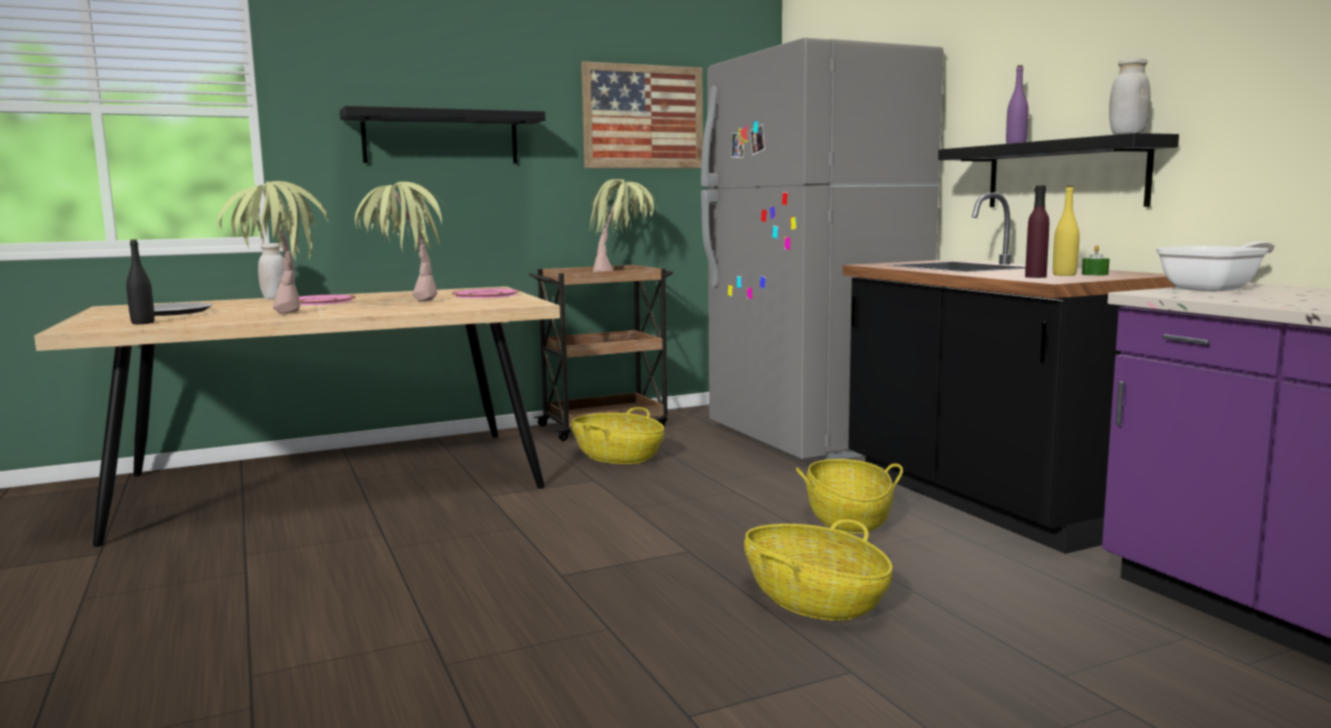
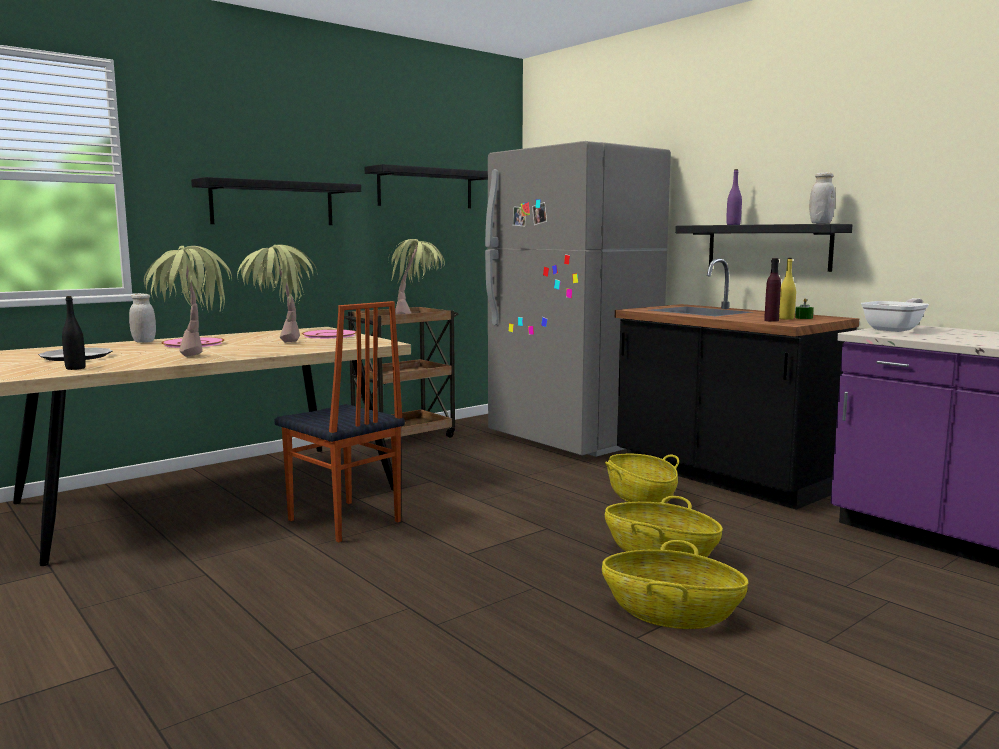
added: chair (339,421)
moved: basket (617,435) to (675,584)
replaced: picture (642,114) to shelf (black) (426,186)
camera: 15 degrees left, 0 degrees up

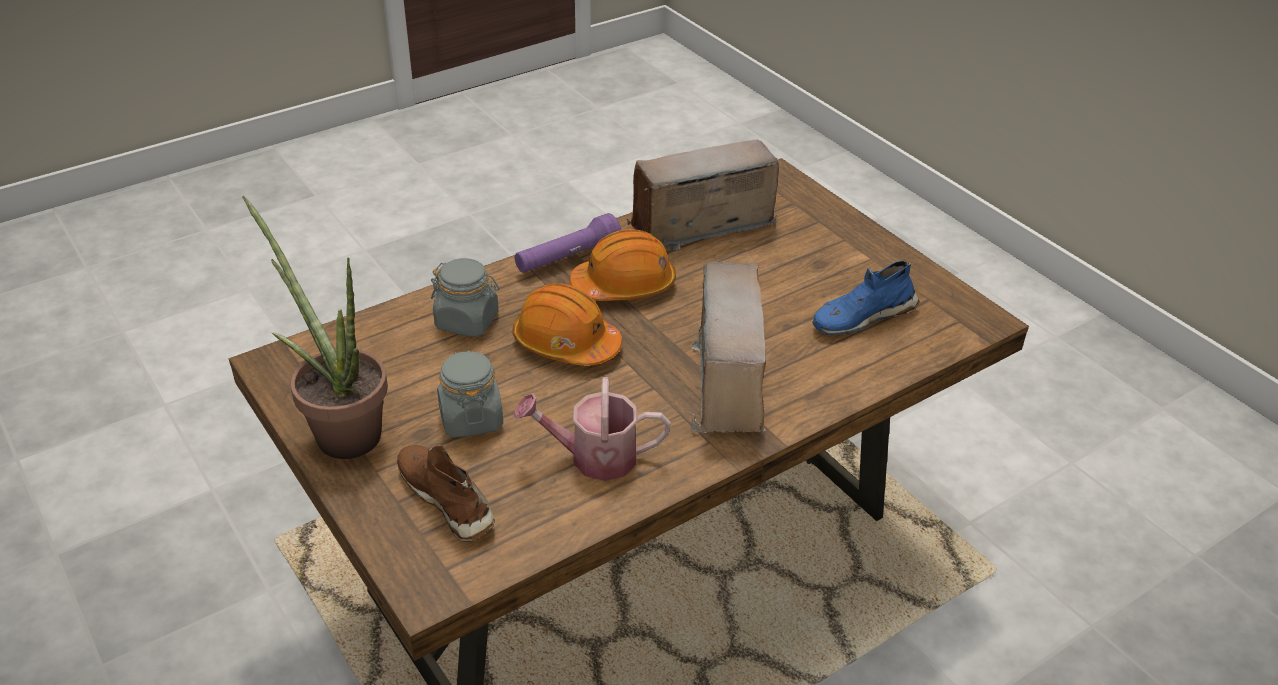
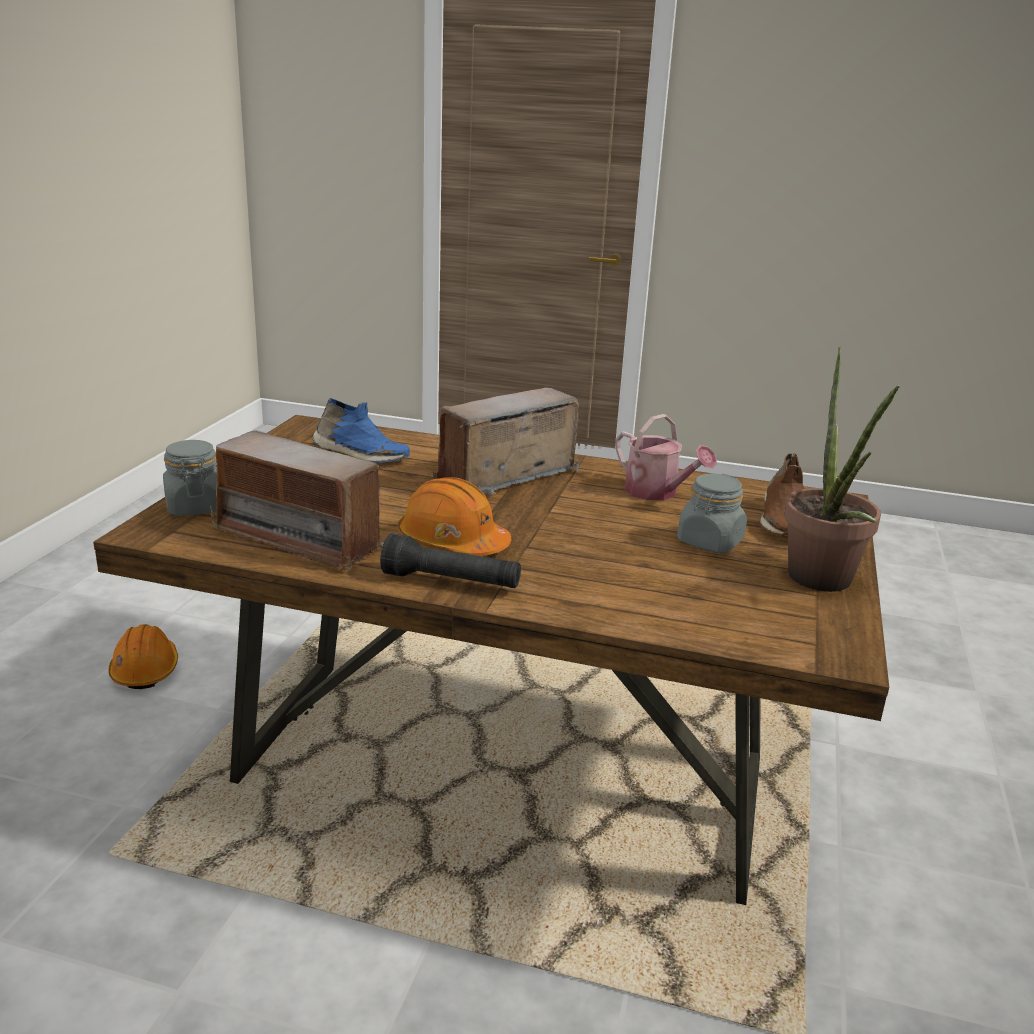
moved: hard hat (orange) (567,324) to (143,656); jar (grey) (465,297) to (190,478)
recoloured: flashlight (purple) (568,243) to flashlight (black) (450,560)
camera: 130 degrees left, 15 degrees down

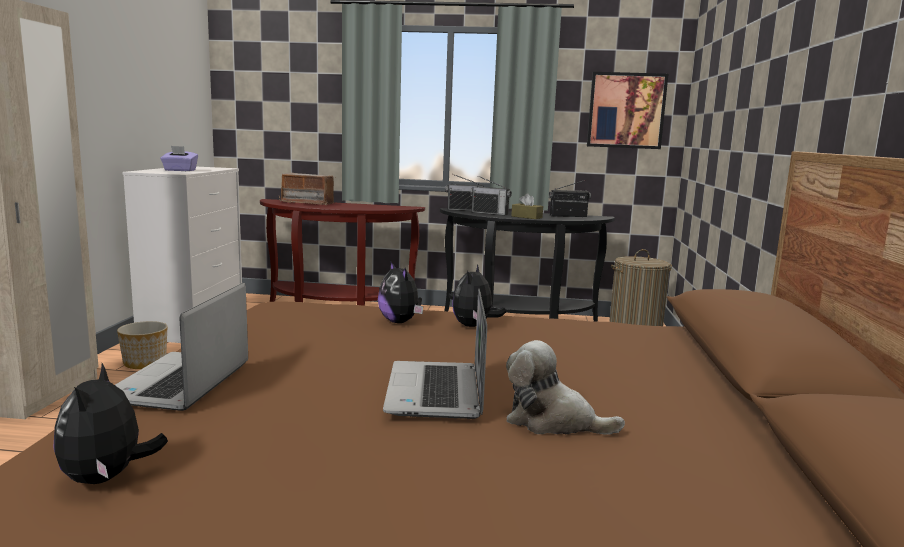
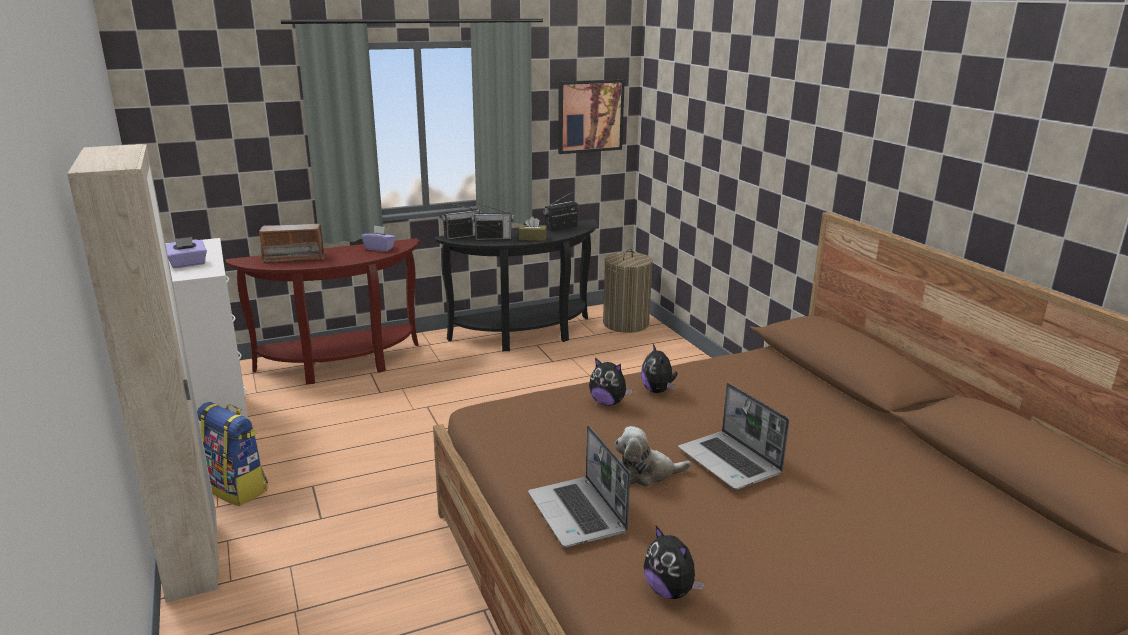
added: tissue box (purple) (378,239)
moved: plush toy (565,387) to (652,456)
replaced: planter (142,345) to backpack (232,454)
camera: 30 degrees left, 10 degrees up

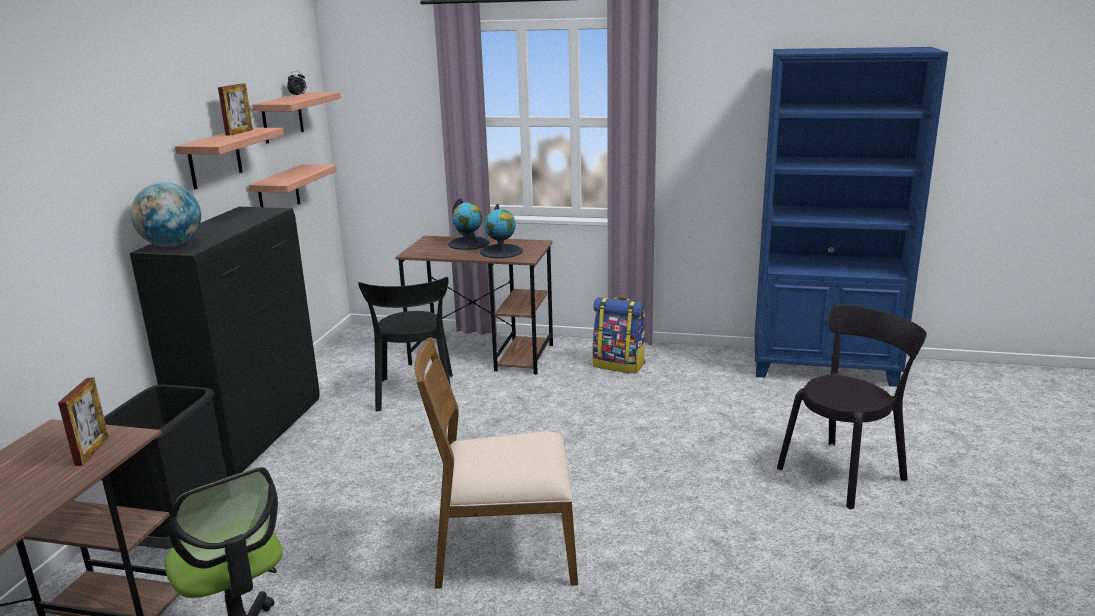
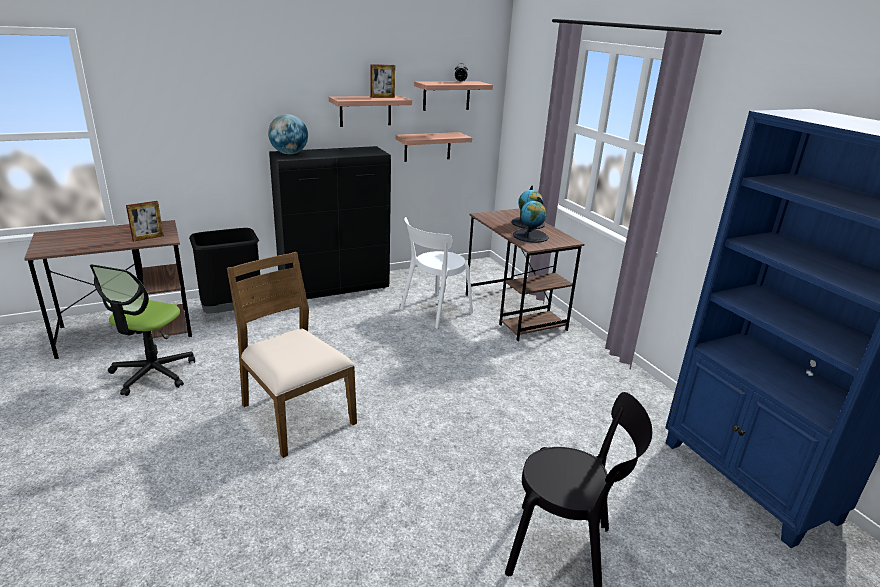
removed: backpack (619,335)
recoloured: chair (black) (405,344) to chair (white) (436,273)
camera: 50 degrees right, 5 degrees up

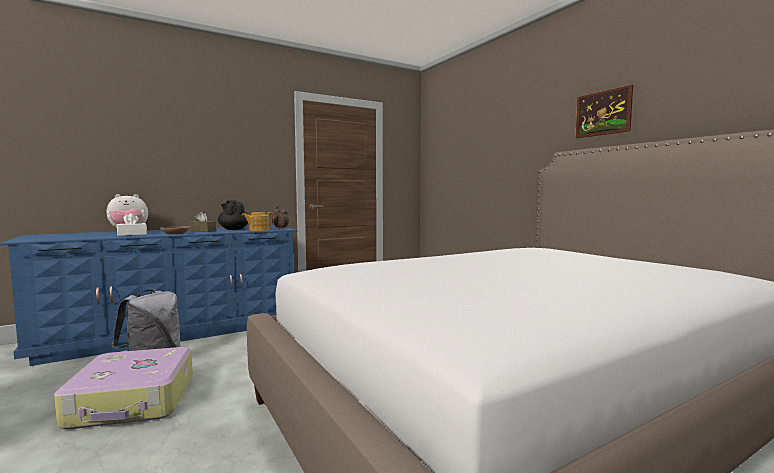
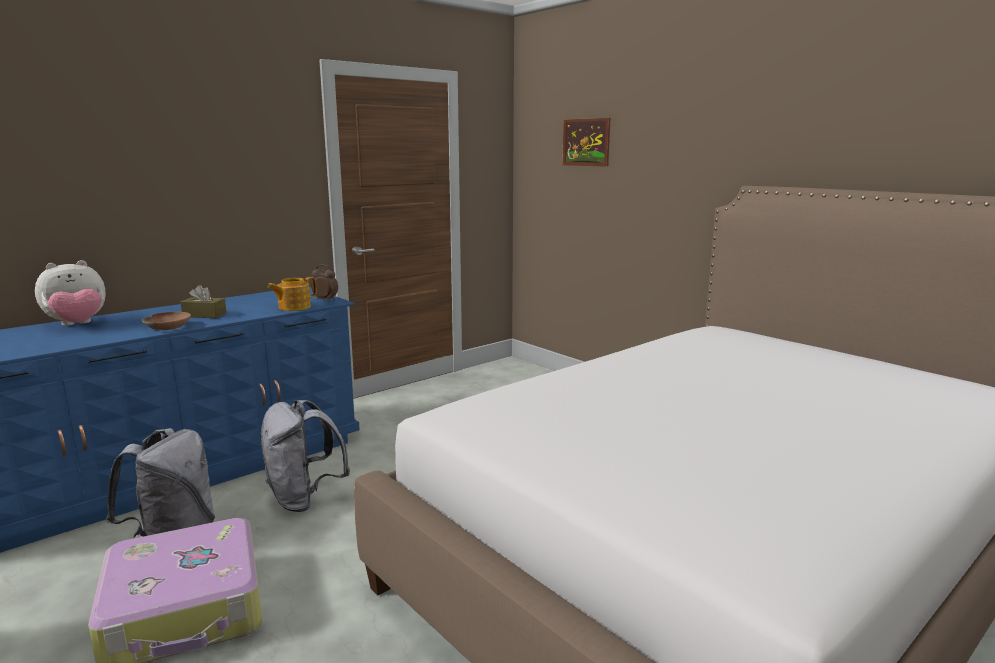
removed: tissue box (white) (132,224); teapot (black) (233,215)
added: backpack (grey) (305,456)
moved: picture (604,111) to (586,142)
camera: 10 degrees left, 10 degrees up

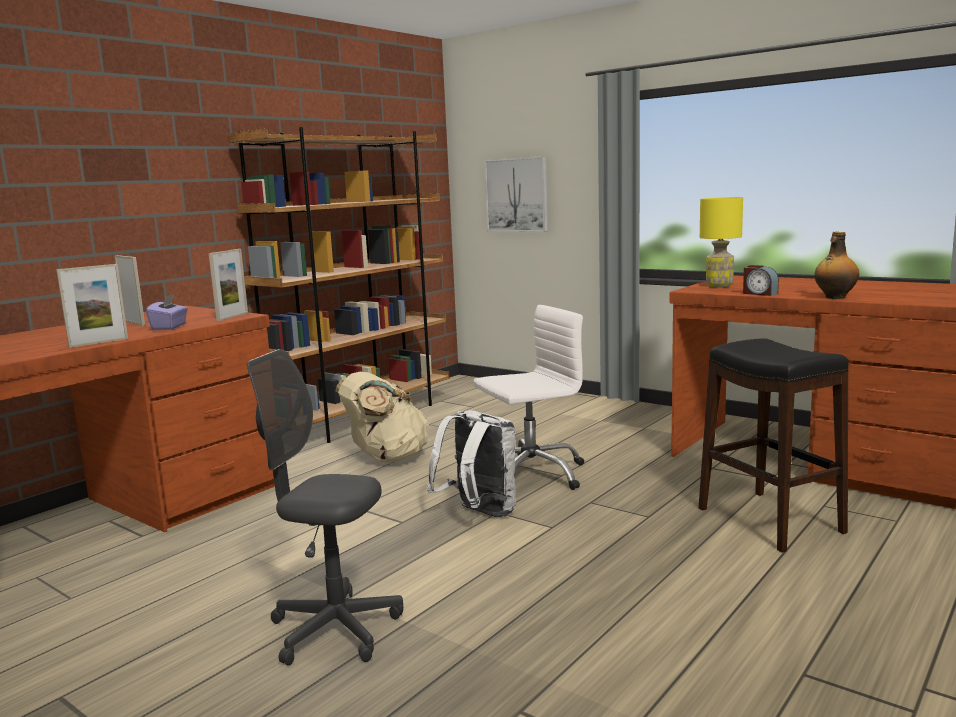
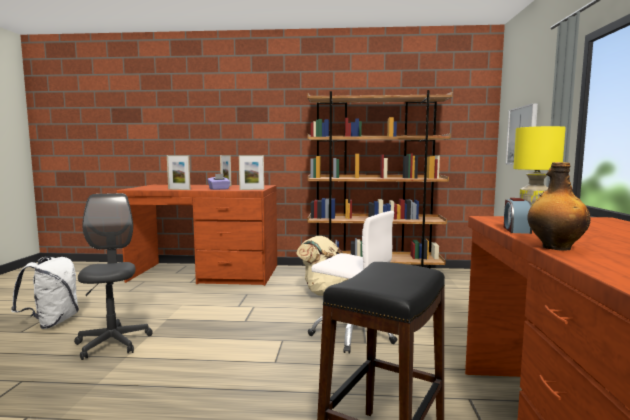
moved: backpack (white) (471,464) to (45,292)
camera: 55 degrees right, 5 degrees down

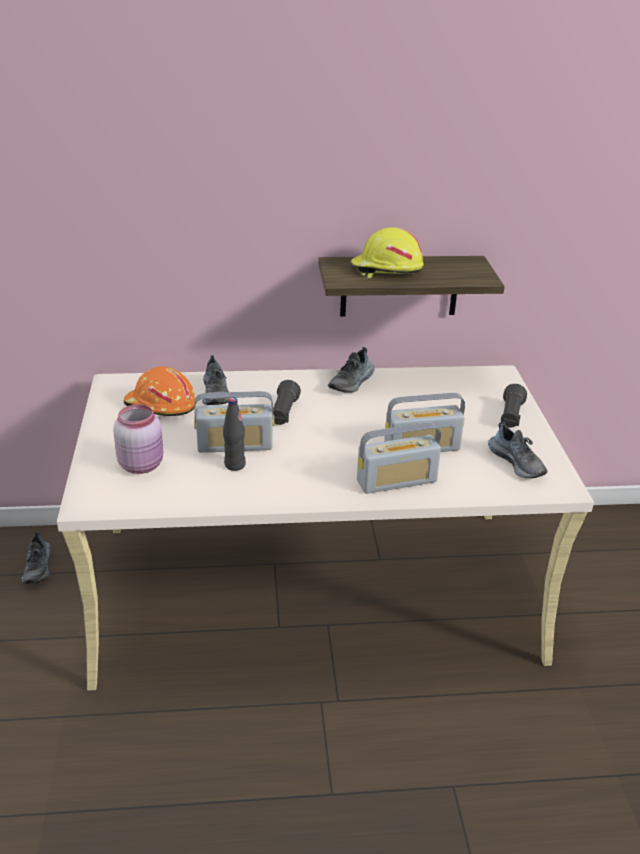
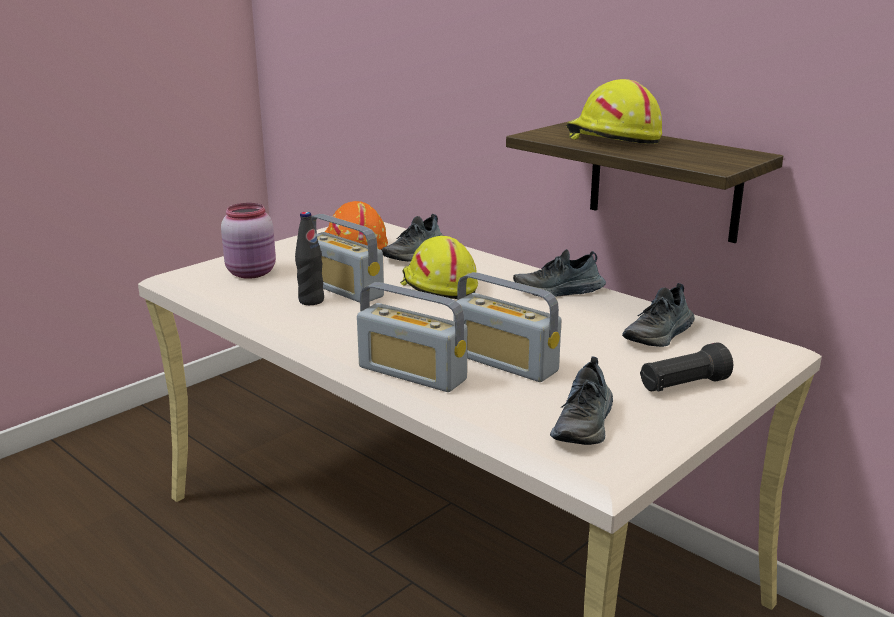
moved: shoe (36,558) to (658,315)
replaced: flashlight (black) (287,402) to hard hat (yellow) (439,267)
camera: 50 degrees right, 10 degrees down

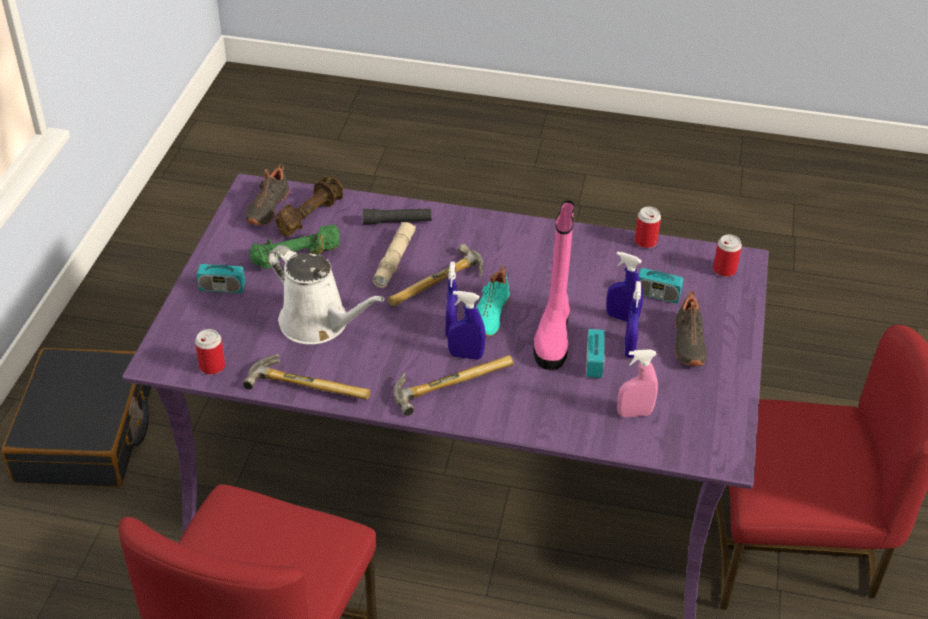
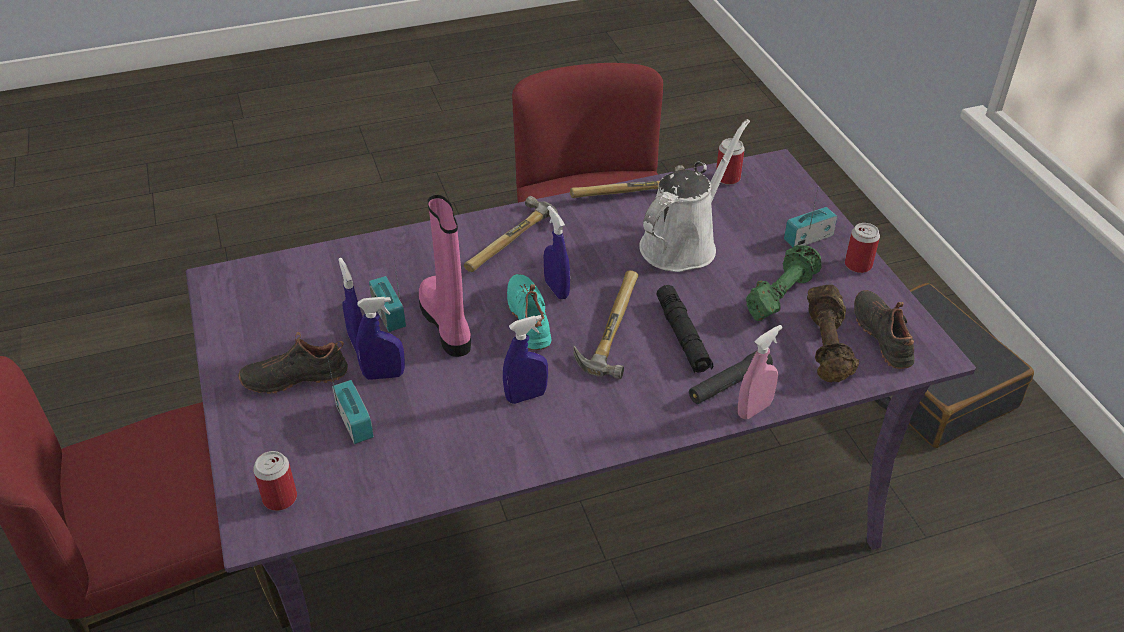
moved: spray bottle (blue) (466,325) to (525,359); spray bottle (pink) (637,383) to (760,372); can (647,227) to (862,248)
recoloured: flashlight (beige) (394,255) to flashlight (black) (684,329)
turned: shoe (black) (690,328) = (293,363) 75 degrees counterclockwise; radio (661,274) = (351,402) 75 degrees clockwise; watering can (white) (326,295) = (694,195) 120 degrees clockwise
camera: 150 degrees right, 0 degrees up

